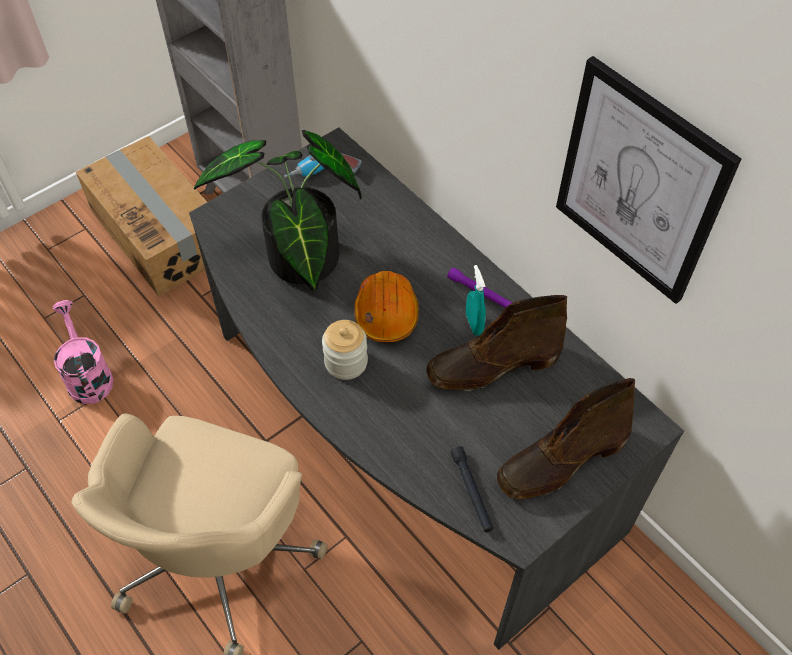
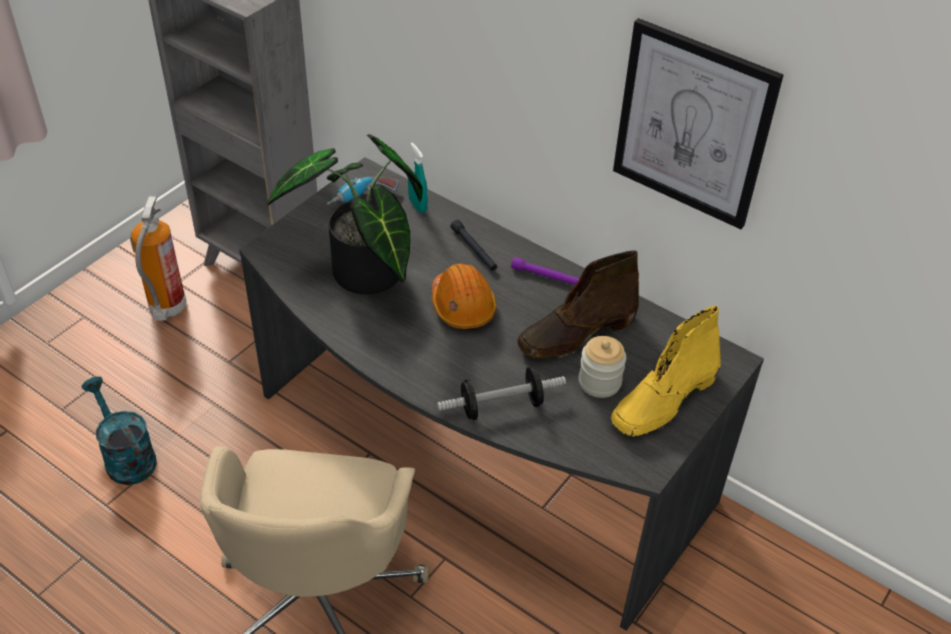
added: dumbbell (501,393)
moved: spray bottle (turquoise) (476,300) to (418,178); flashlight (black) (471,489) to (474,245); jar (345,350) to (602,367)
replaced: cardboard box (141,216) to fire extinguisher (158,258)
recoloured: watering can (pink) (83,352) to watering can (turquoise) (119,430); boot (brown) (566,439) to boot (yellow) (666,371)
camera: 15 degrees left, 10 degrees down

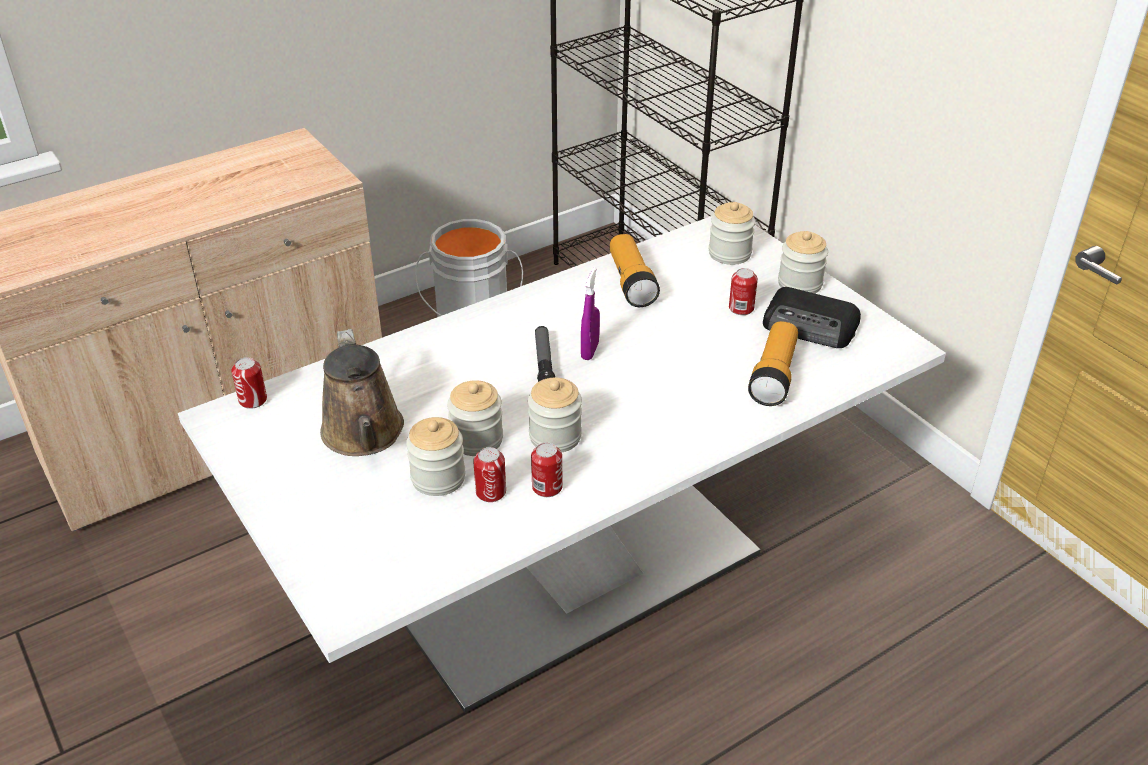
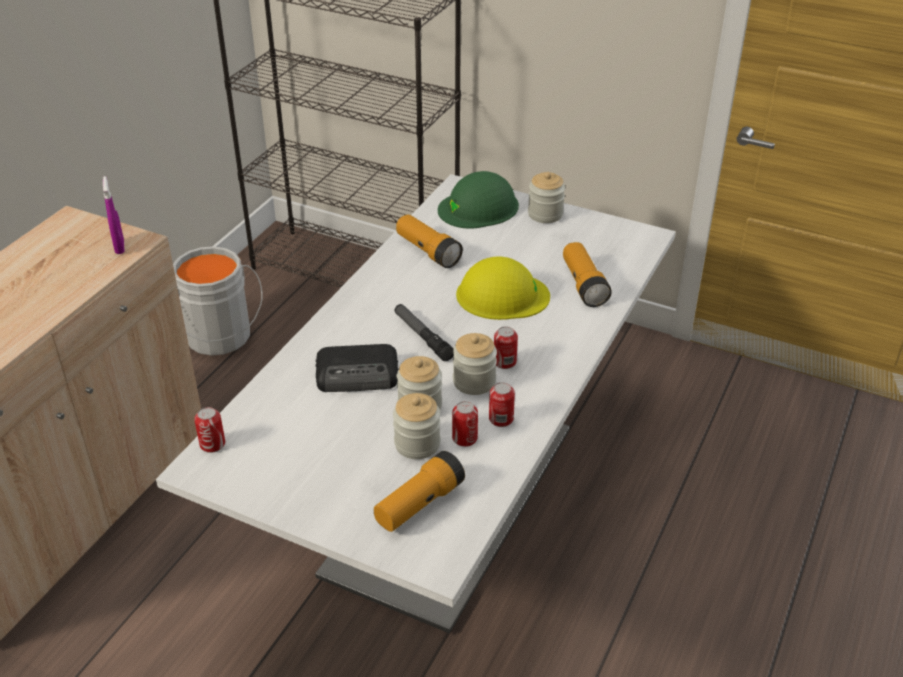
removed: watering can (brown) (362,392)
added: flashlight (419,491); hard hat (yellow) (503,288)
moved: spray bottle (purple) (590,313) to (114,215); radio (812,317) to (357,368); can (743,291) to (506,347)
replaced: jar (732,233) to hard hat (green) (478,200)
camera: 30 degrees left, 0 degrees up

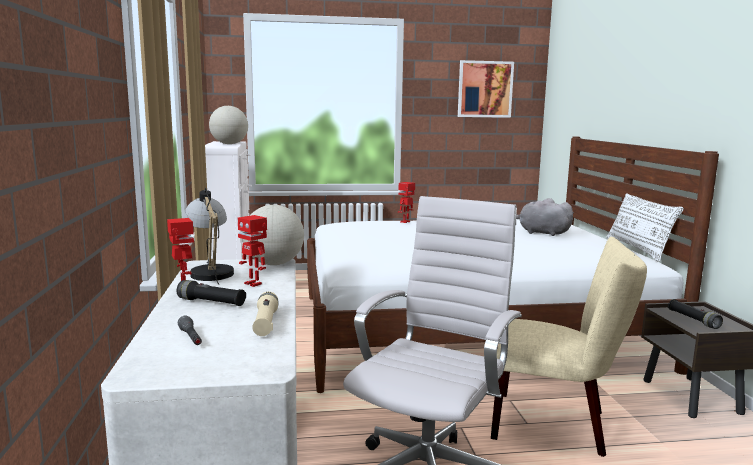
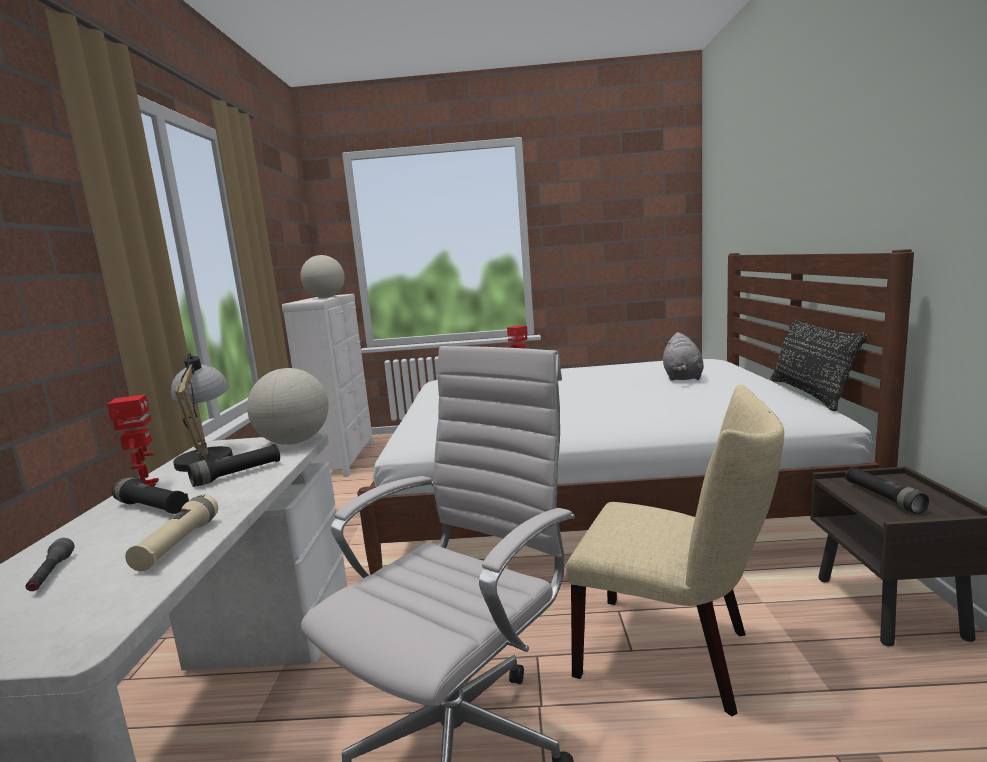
removed: picture (486,89)
replaced: toy robot (252,251) to flashlight (black) (233,465)
recoloured: pillow (white) (645,227) to pillow (black) (818,365)
turned: plush toy (grey) (545,217) = (683,356) 120 degrees counterclockwise
camera: 10 degrees right, 0 degrees up

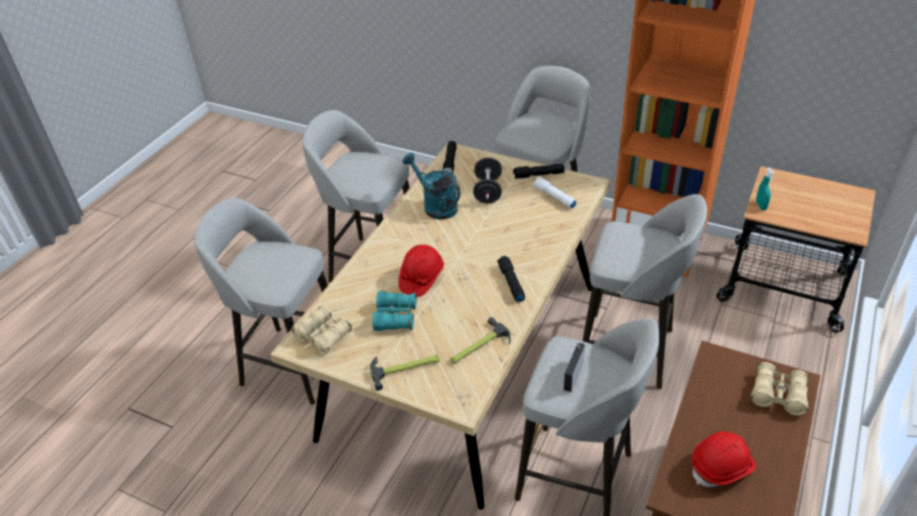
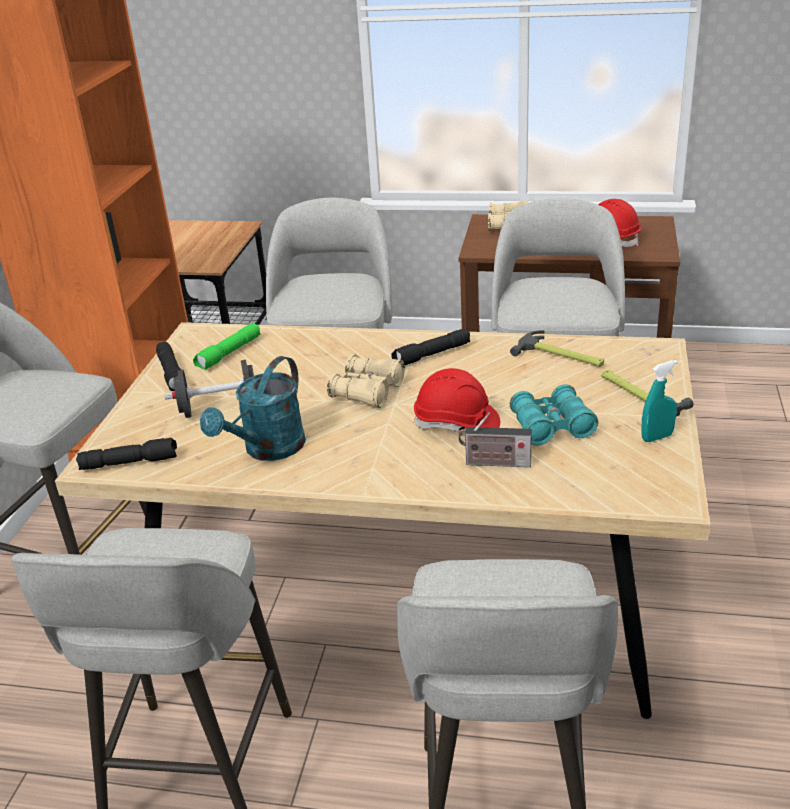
moved: binoculars (beige) (321,330) to (366,381); radio (574,367) to (495,440); spray bottle (turquoise) (765,188) to (659,401)
recoloured: flashlight (white) (554,193) to flashlight (green) (226,346)
camera: 105 degrees left, 10 degrees down

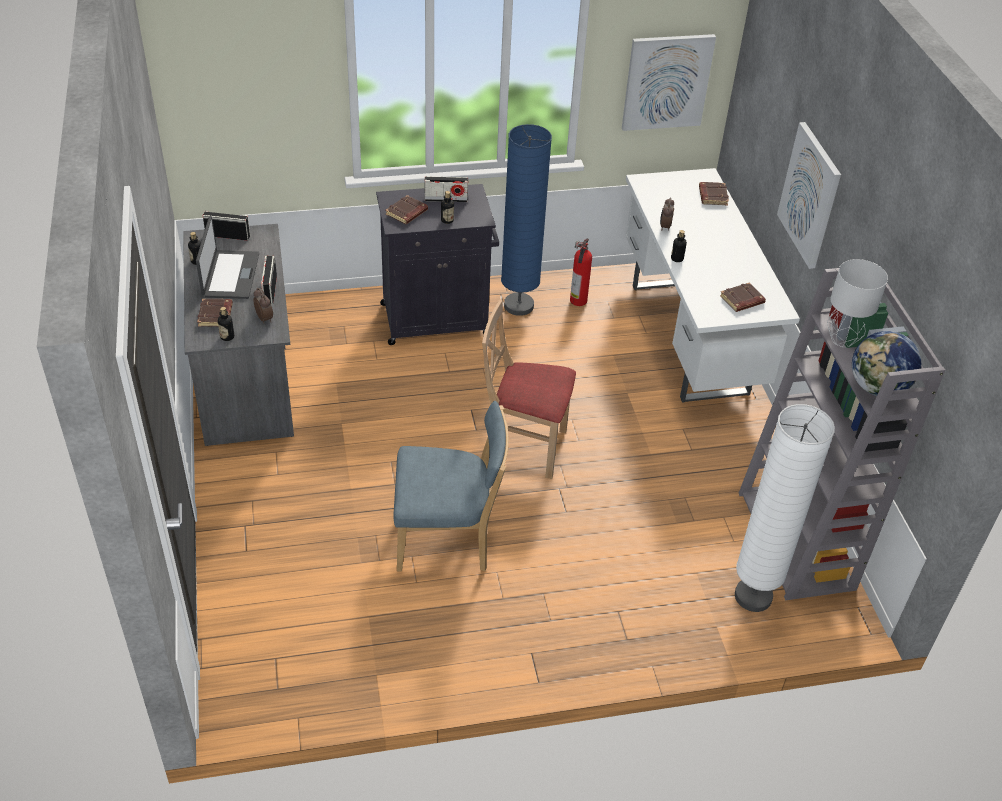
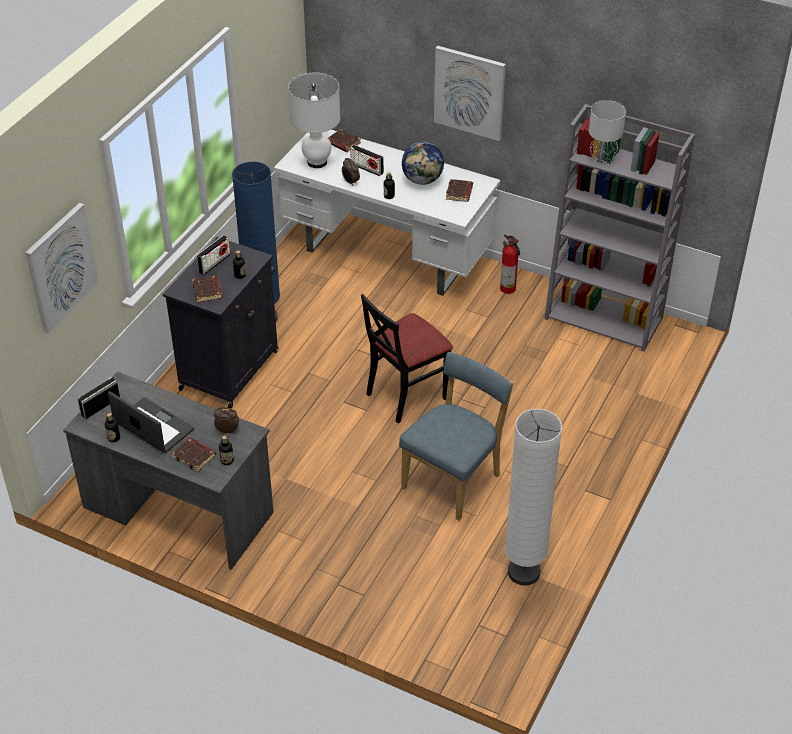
added: table lamp (white) (314,120)
moved: picture (669,82) to (62,268); radio (269,280) to (367,160); globe (886,363) to (423,163); fire extinguisher (581,272) to (510,264); floor lamp (white) (785,508) to (533,497)
recoloured: chair (beige) (529,389) to chair (black) (407,358)
camera: 50 degrees left, 0 degrees up

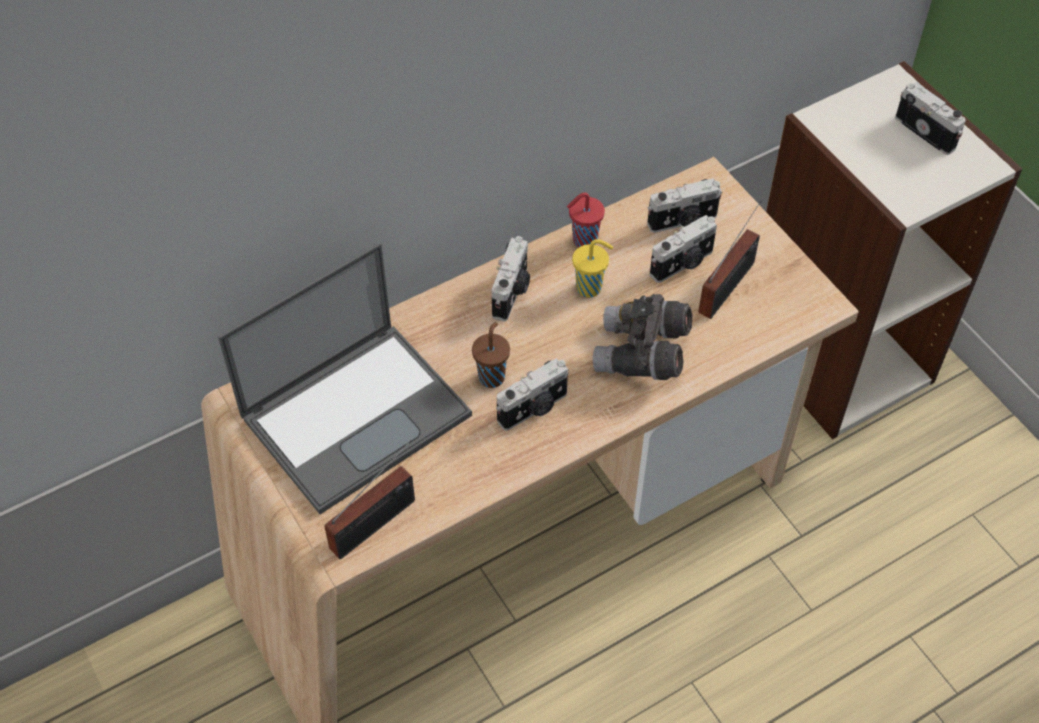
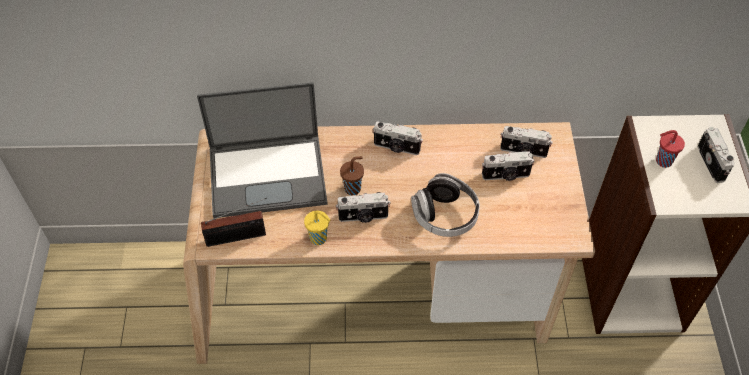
removed: radio (730,259)
moved: cup (yellow) (592,268) to (317,228); cup (red) (586,220) to (670,149)
replaced: binoculars (grey) (642,337) to headphones (445,205)
turned: photo camera (511,278) = (398,138) 60 degrees clockwise
camera: 30 degrees right, 0 degrees up

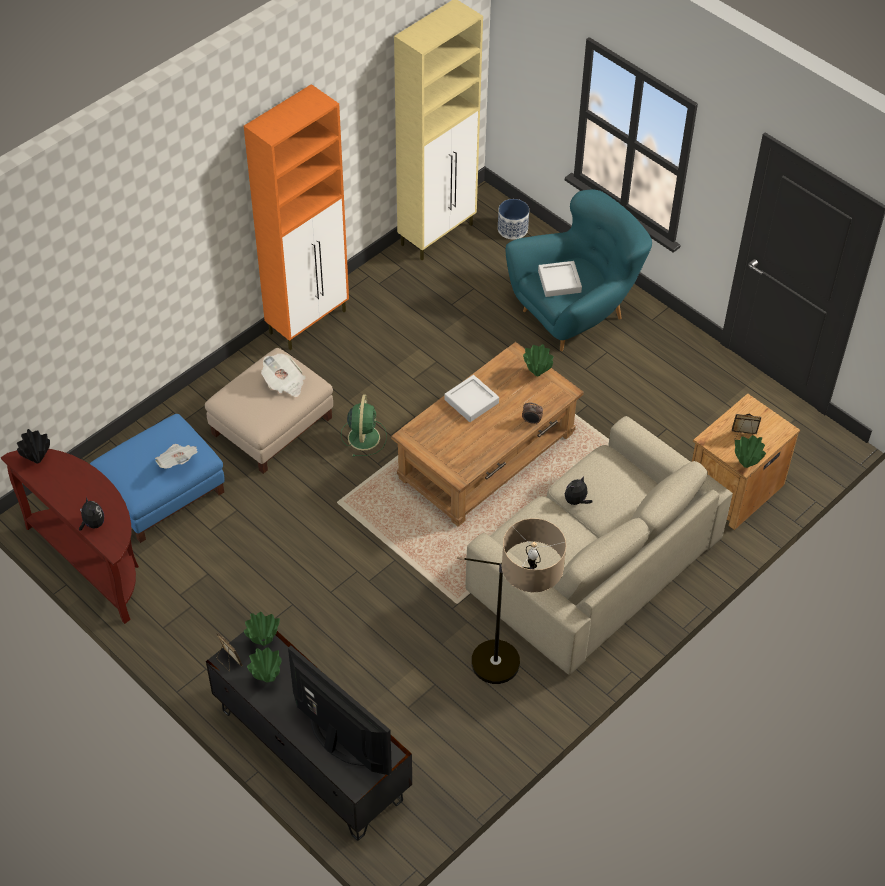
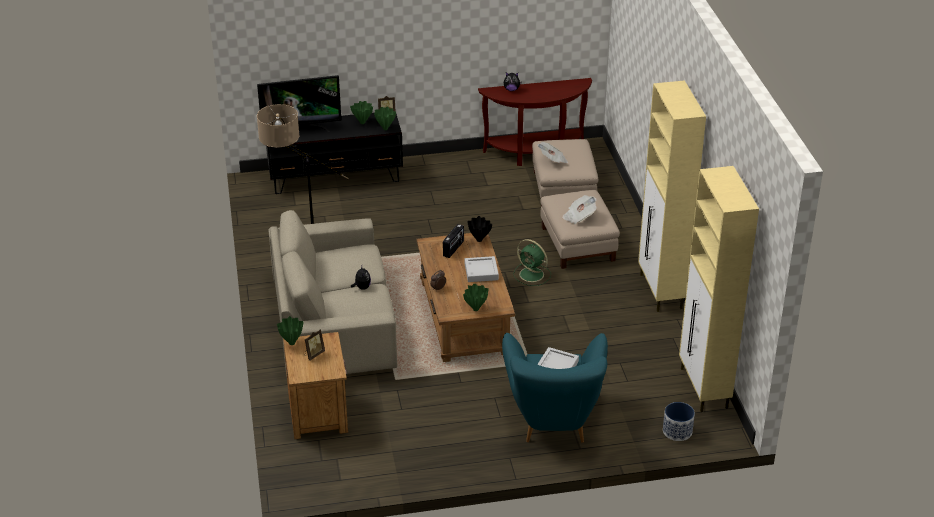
added: radio (453,241)
moved: vase (black) (33,446) to (479,229)
recoloured: ottoman (blue) (157,478) to ottoman (beige) (565,172); cabinet (orange) (296,217) to cabinet (beige) (672,196)
camera: 125 degrees right, 15 degrees down

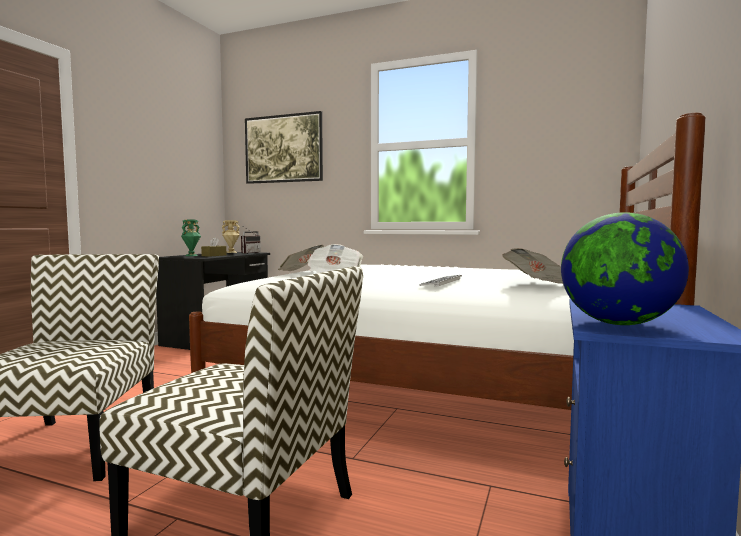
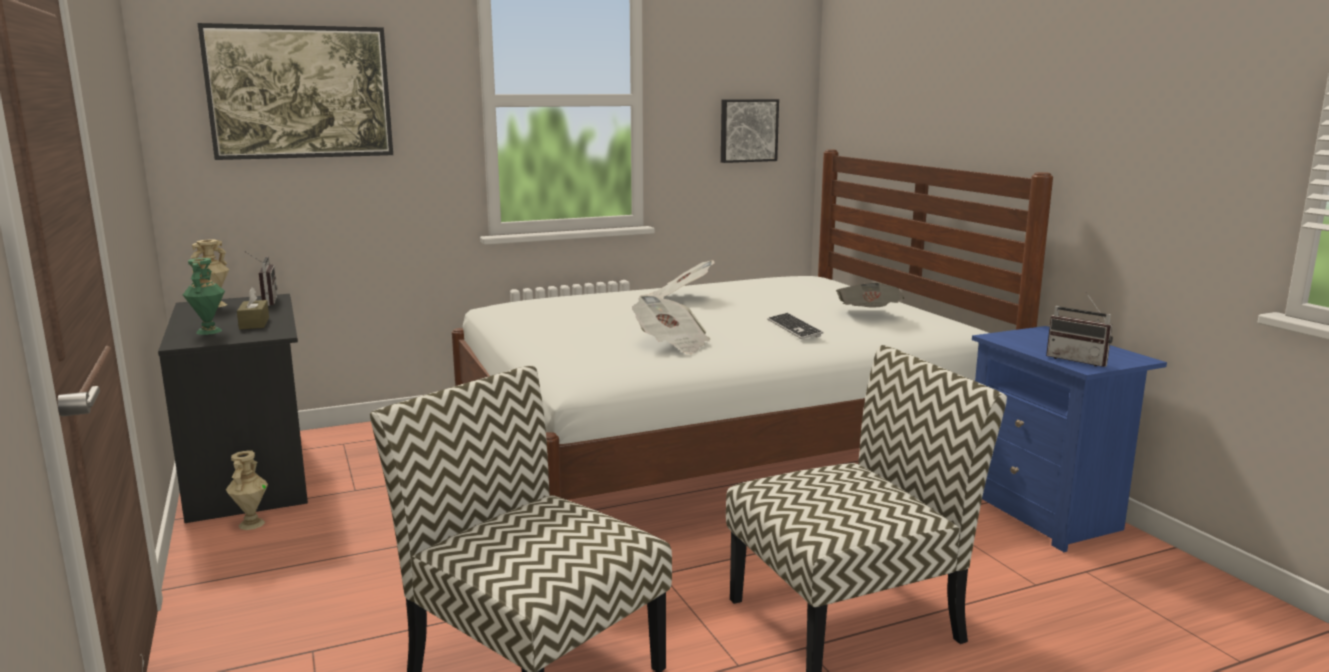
added: vase (beige) (247,490); picture (750,131)
moved: newspaper (301,258) to (682,279)
replaced: globe (625,269) to radio (1079,329)
camera: 45 degrees left, 10 degrees up

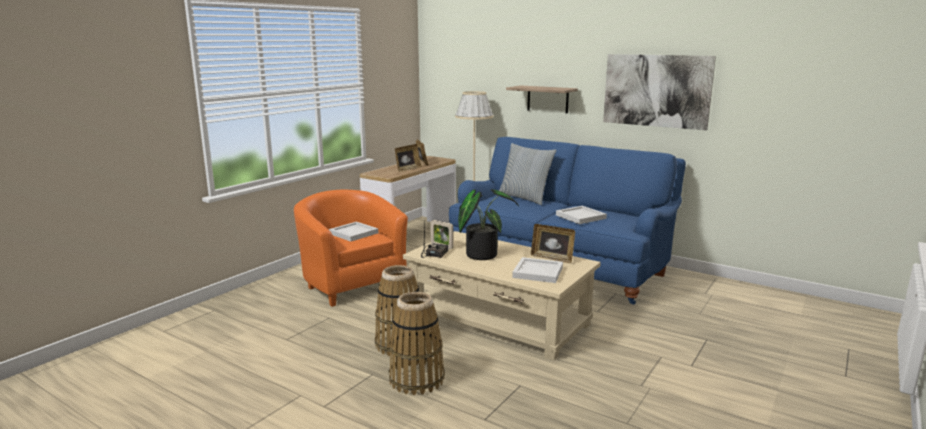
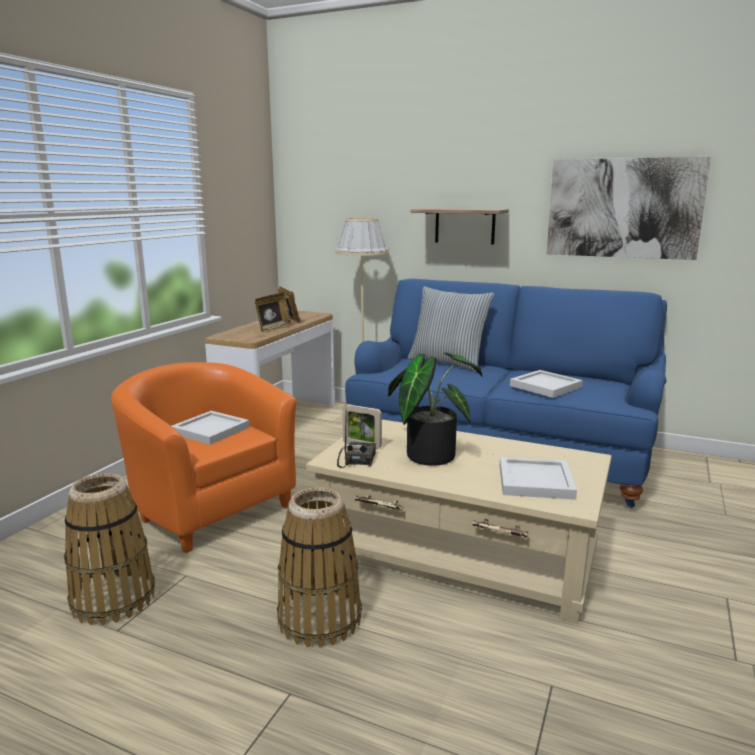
removed: picture frame (553,243)
moved: basket (417,343) to (109,549)
camera: 10 degrees left, 0 degrees up

